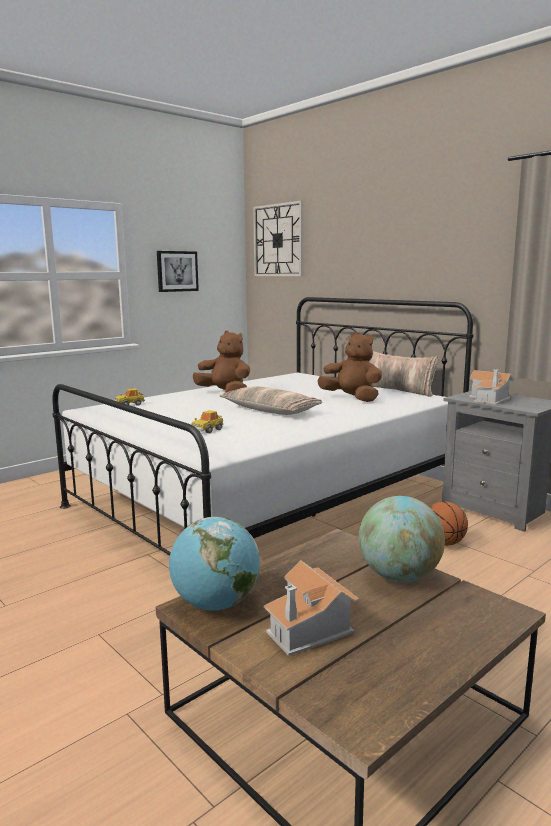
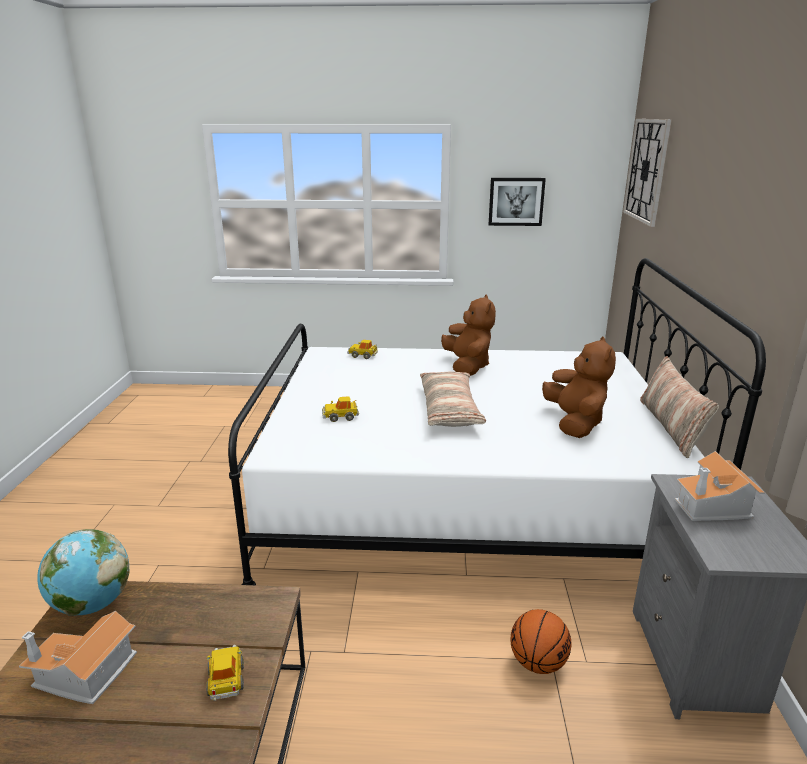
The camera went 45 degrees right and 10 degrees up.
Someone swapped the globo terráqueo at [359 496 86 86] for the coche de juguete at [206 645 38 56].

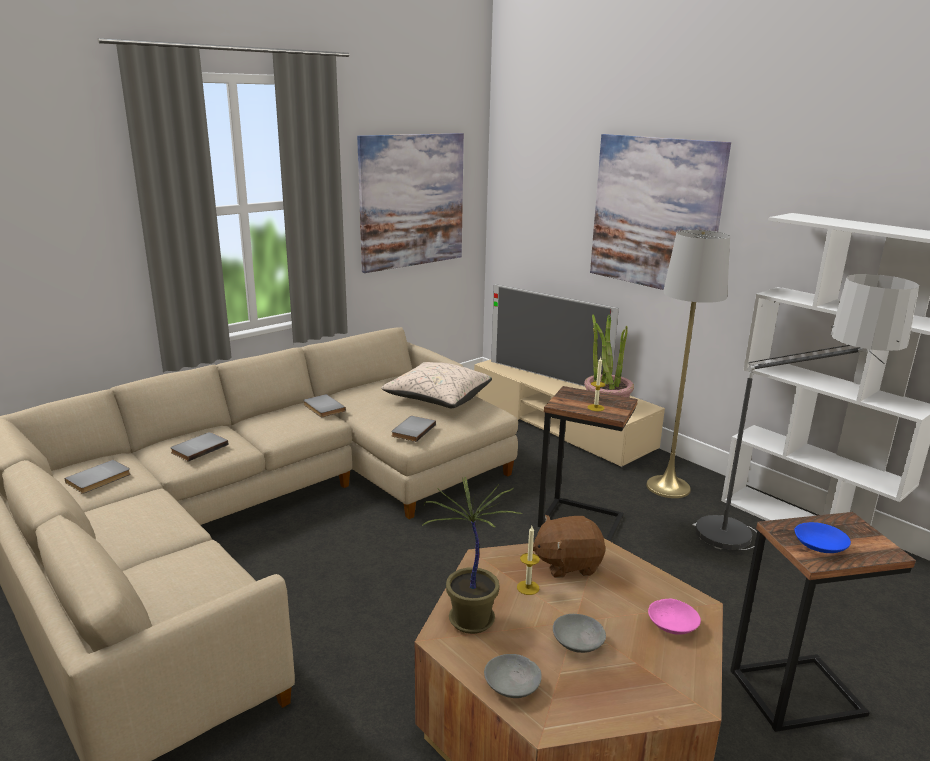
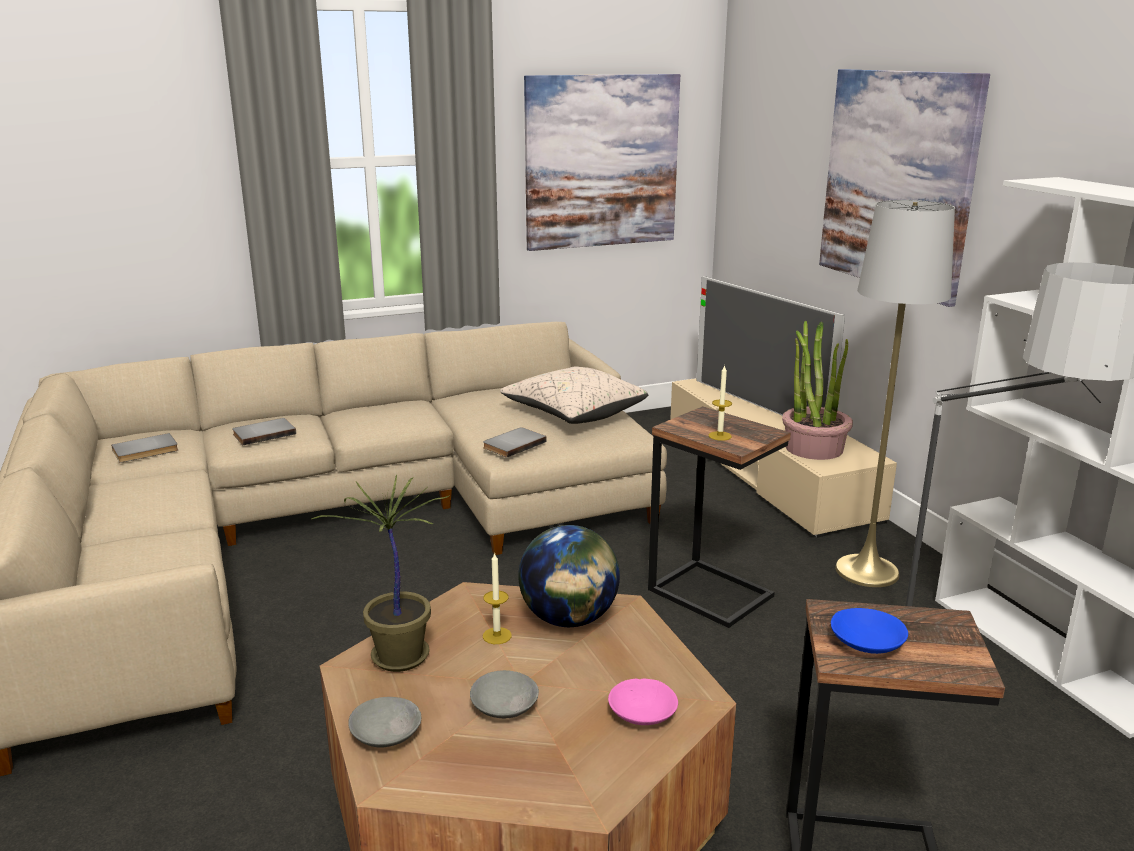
The camera went 20 degrees right and 0 degrees up.
Someone took away the libro/gris at [303 394 43 23].
Someone swapped the peluche/marrón at [533 515 72 63] for the globo terráqueo at [518 525 102 102].

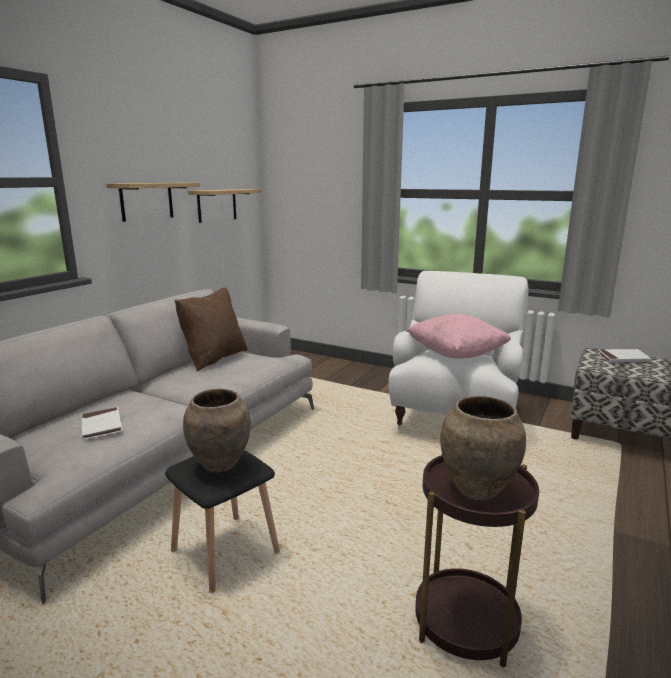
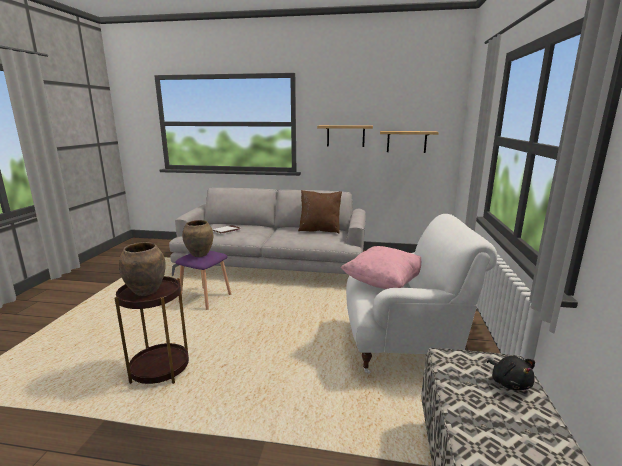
The camera went 70 degrees right and 0 degrees up.
Someone repainted the taburete/negro at [165 450 115 143], which became the taburete/morado at [176 251 55 59].
Someone swapped the libro/blanco at [598 349 53 13] for the peluche/negro at [487 356 48 34].

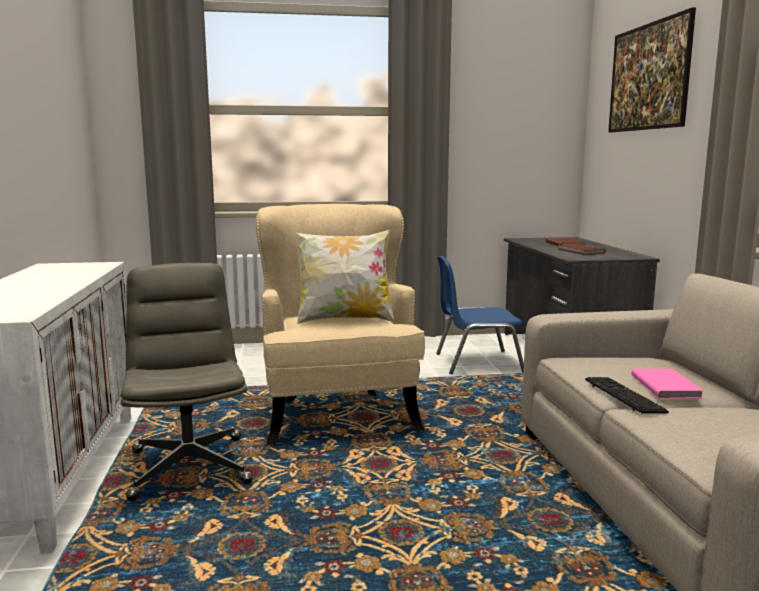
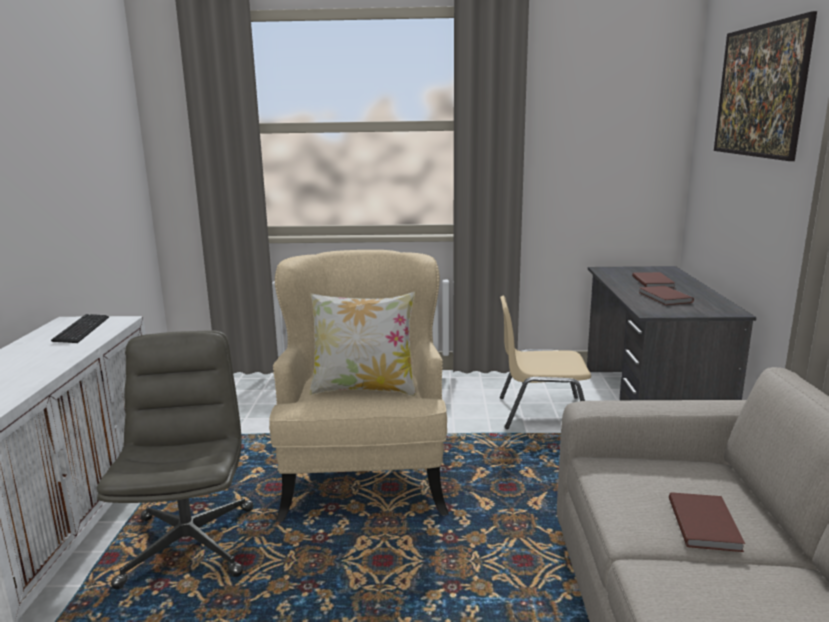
The camera went 10 degrees right and 5 degrees up.
Someone repainted the silla/azul at [436 256 88 118], which became the silla/beis at [500 296 91 133].
Someone carried the teclado from [585 377 84 36] to [51 314 58 29].
Someone repainted the libro/rosa at [631 369 73 30], which became the libro/marrón at [669 492 76 60].

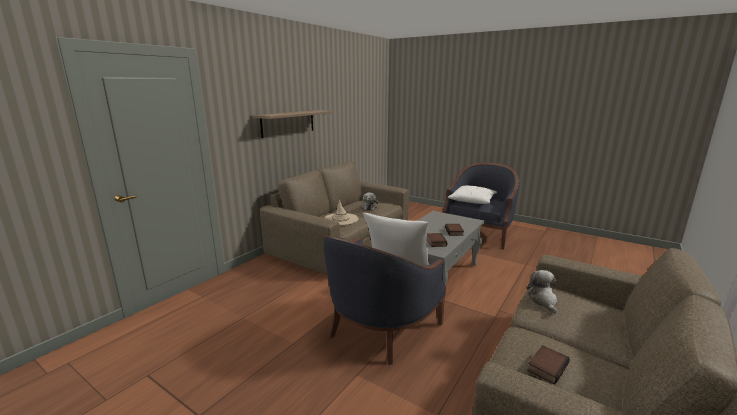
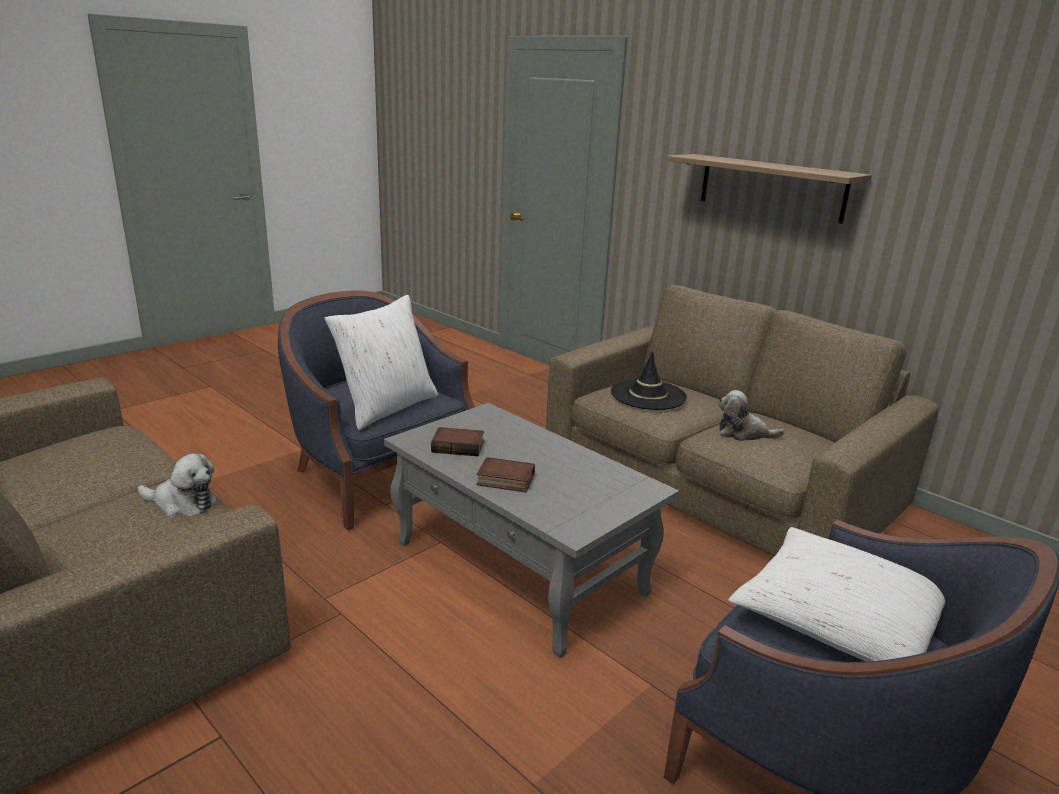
The camera went 100 degrees right and 5 degrees up.
Someone repainted the sombrero/beis at [324 199 35 26], which became the sombrero/negro at [611 351 76 59].
Someone took away the libro at [527 345 43 40].

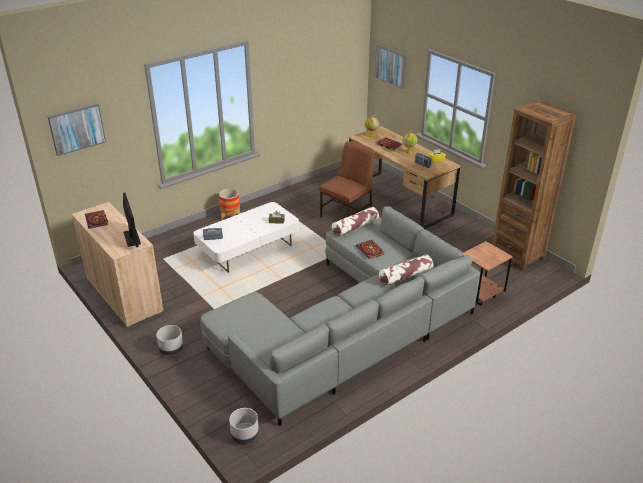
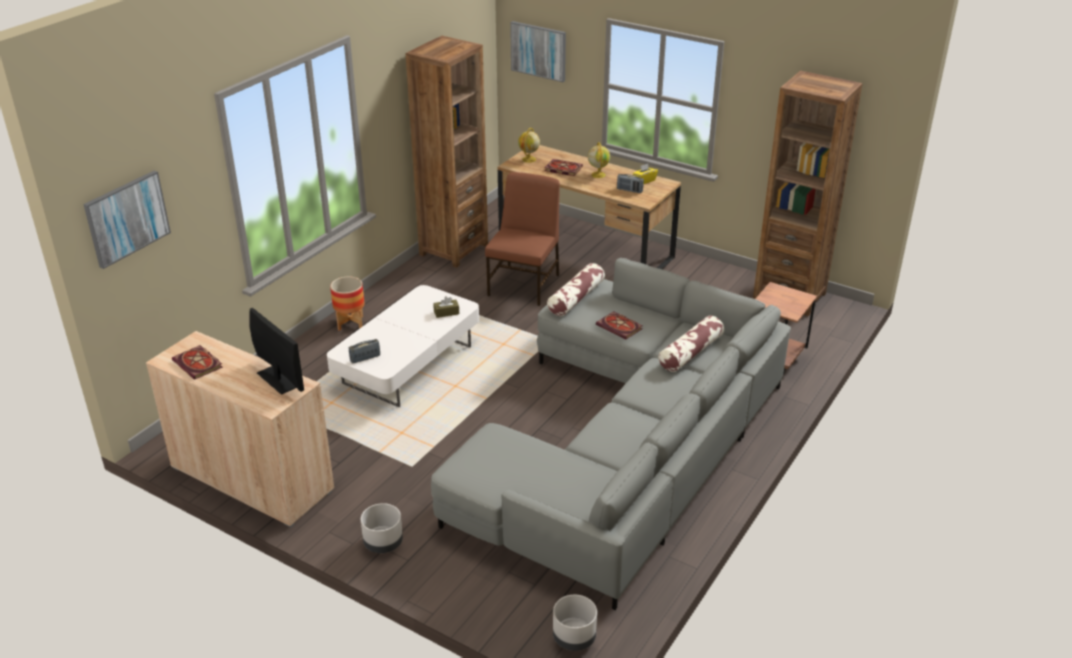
The camera went 20 degrees left and 0 degrees up.
Someone put down the estantería/marrón at [405 36 83 232].

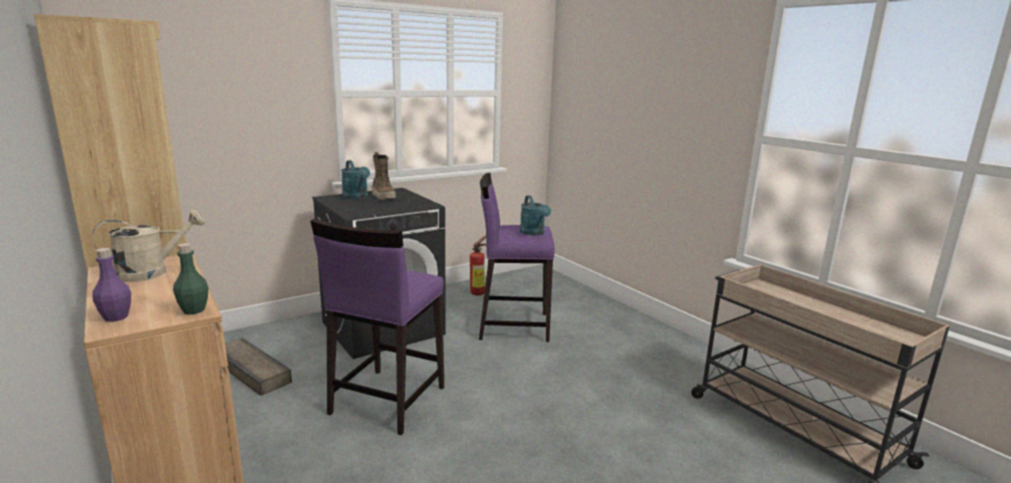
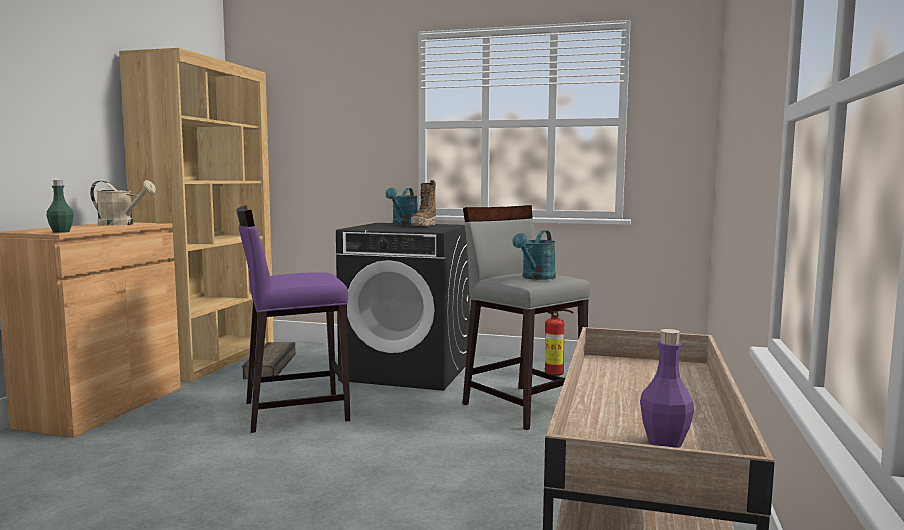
The camera went 50 degrees right and 10 degrees down.
Someone carried the botella/morado from [92 248 39 74] to [640 329 54 119].
Someone repainted the taburete/morado at [479 173 76 169], which became the taburete/gris at [462 205 128 225].

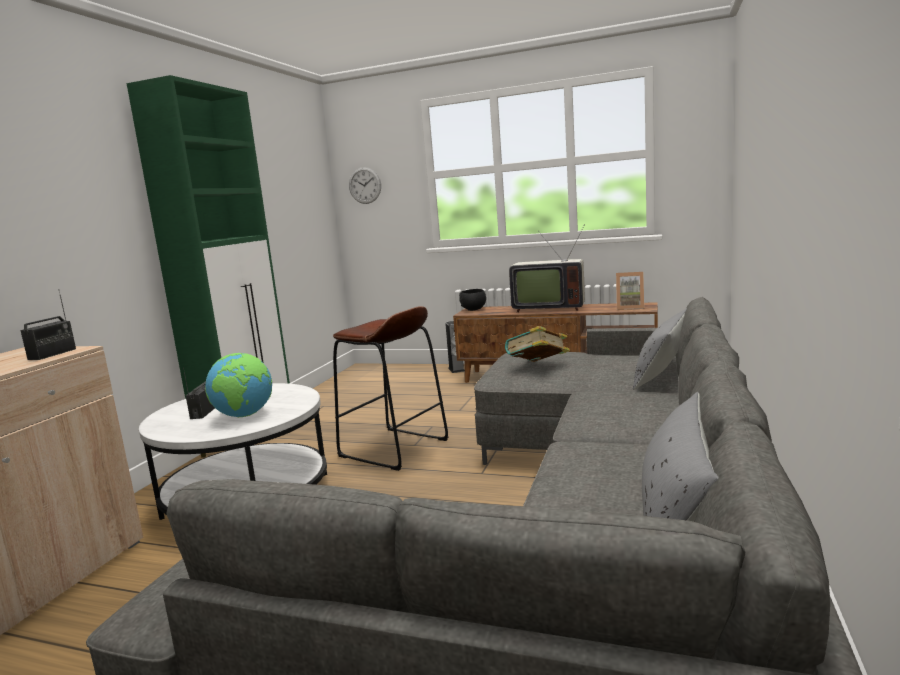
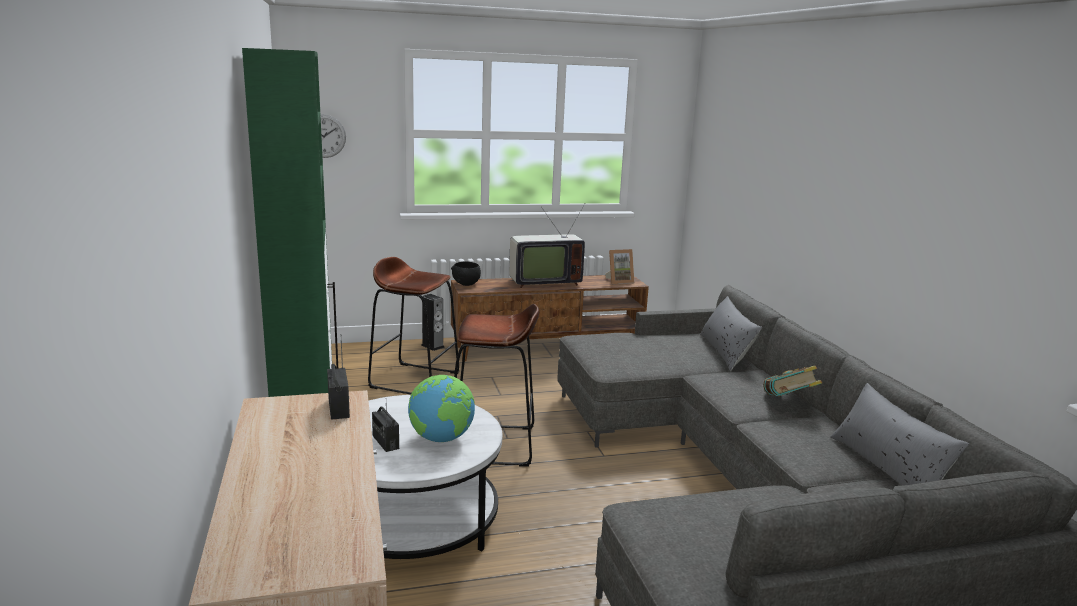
The camera went 35 degrees left and 5 degrees up.
Someone carried the libro from [505 326 65 36] to [763 366 59 30].
Someone put down the taburete/marrón at [368 257 91 138].

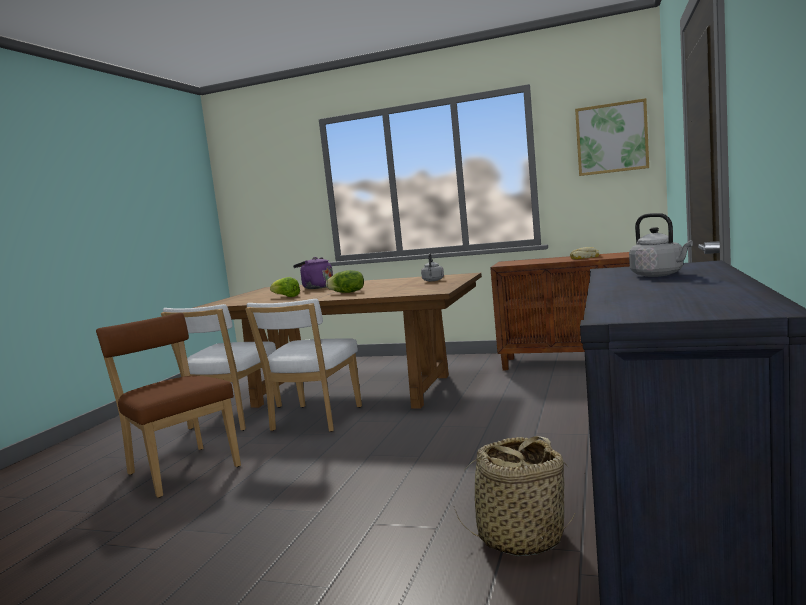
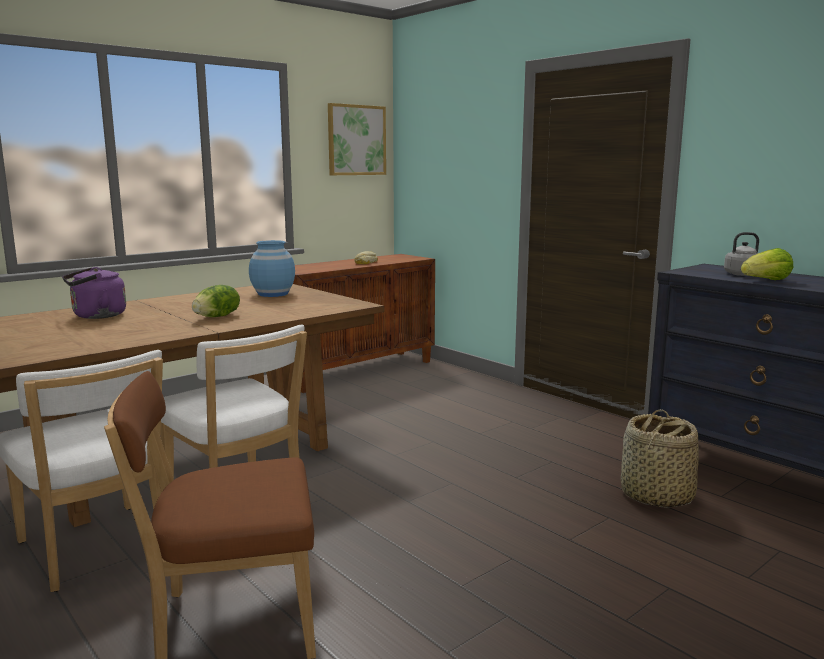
The camera went 60 degrees left and 5 degrees up.
Someone carried the lechuga from [270 277 30 20] to [741 248 52 32].
Someone swapped the hervidor/gris at [421 253 23 28] for the florero/azul at [249 240 46 57].

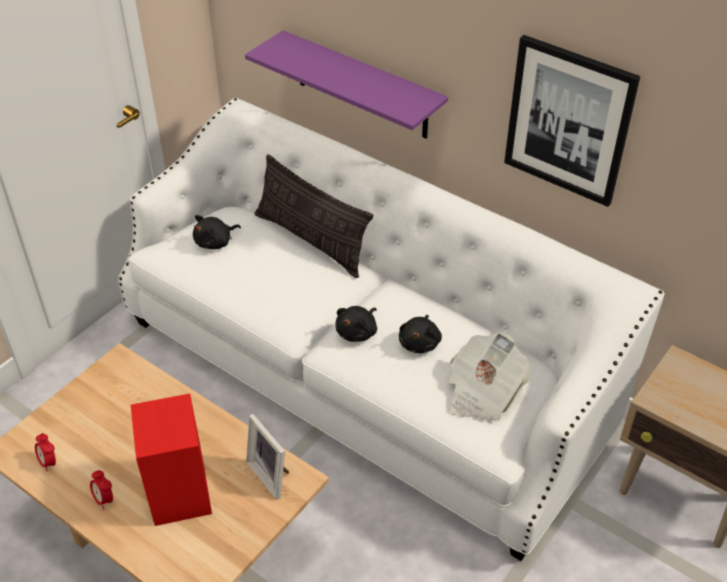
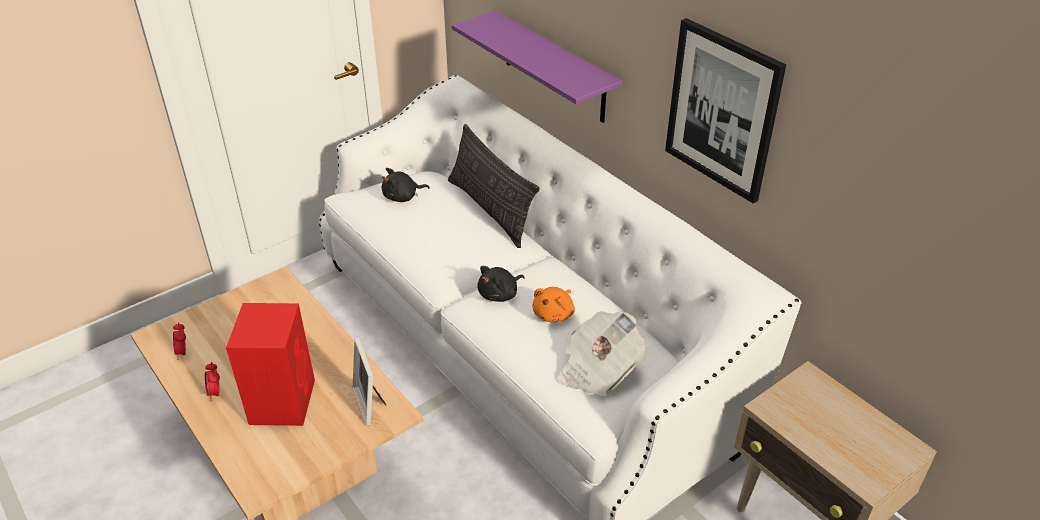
The camera went 15 degrees right and 5 degrees down.
Someone repainted the peluche/negro at [399 315 43 38], which became the peluche/naranja at [532 287 43 35].

